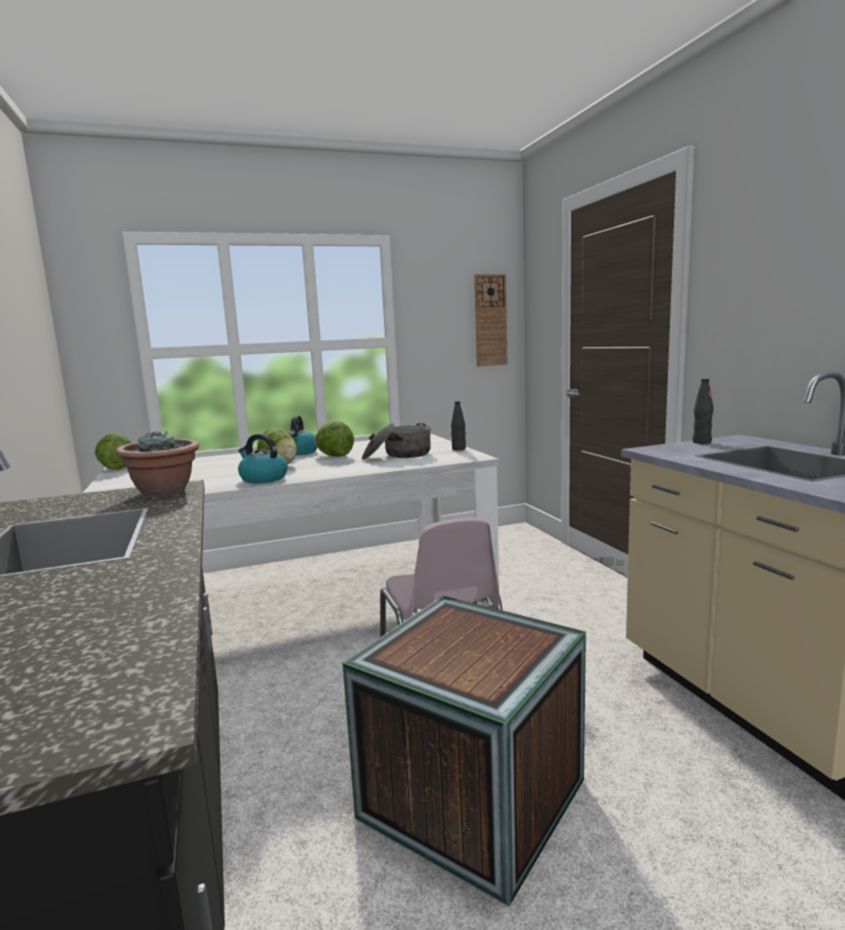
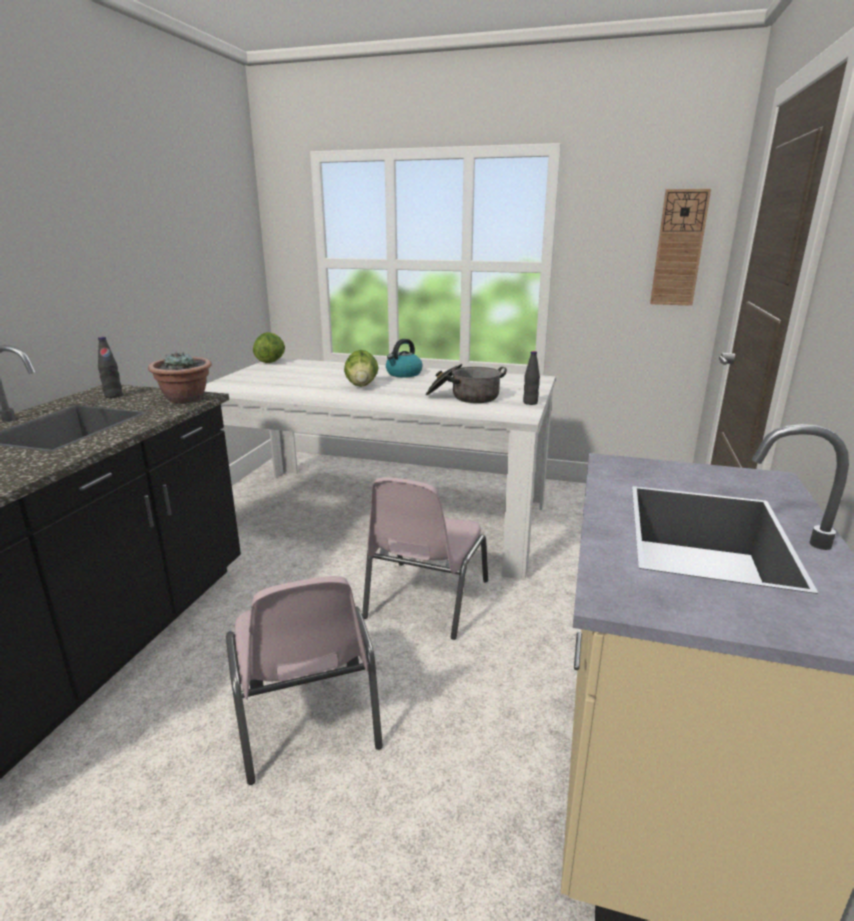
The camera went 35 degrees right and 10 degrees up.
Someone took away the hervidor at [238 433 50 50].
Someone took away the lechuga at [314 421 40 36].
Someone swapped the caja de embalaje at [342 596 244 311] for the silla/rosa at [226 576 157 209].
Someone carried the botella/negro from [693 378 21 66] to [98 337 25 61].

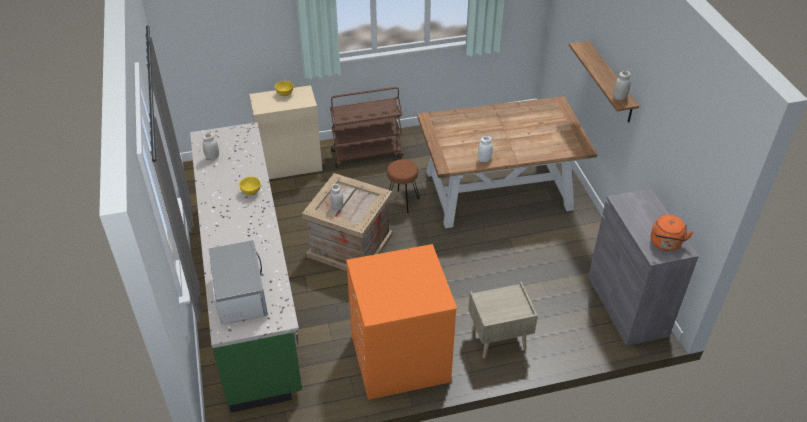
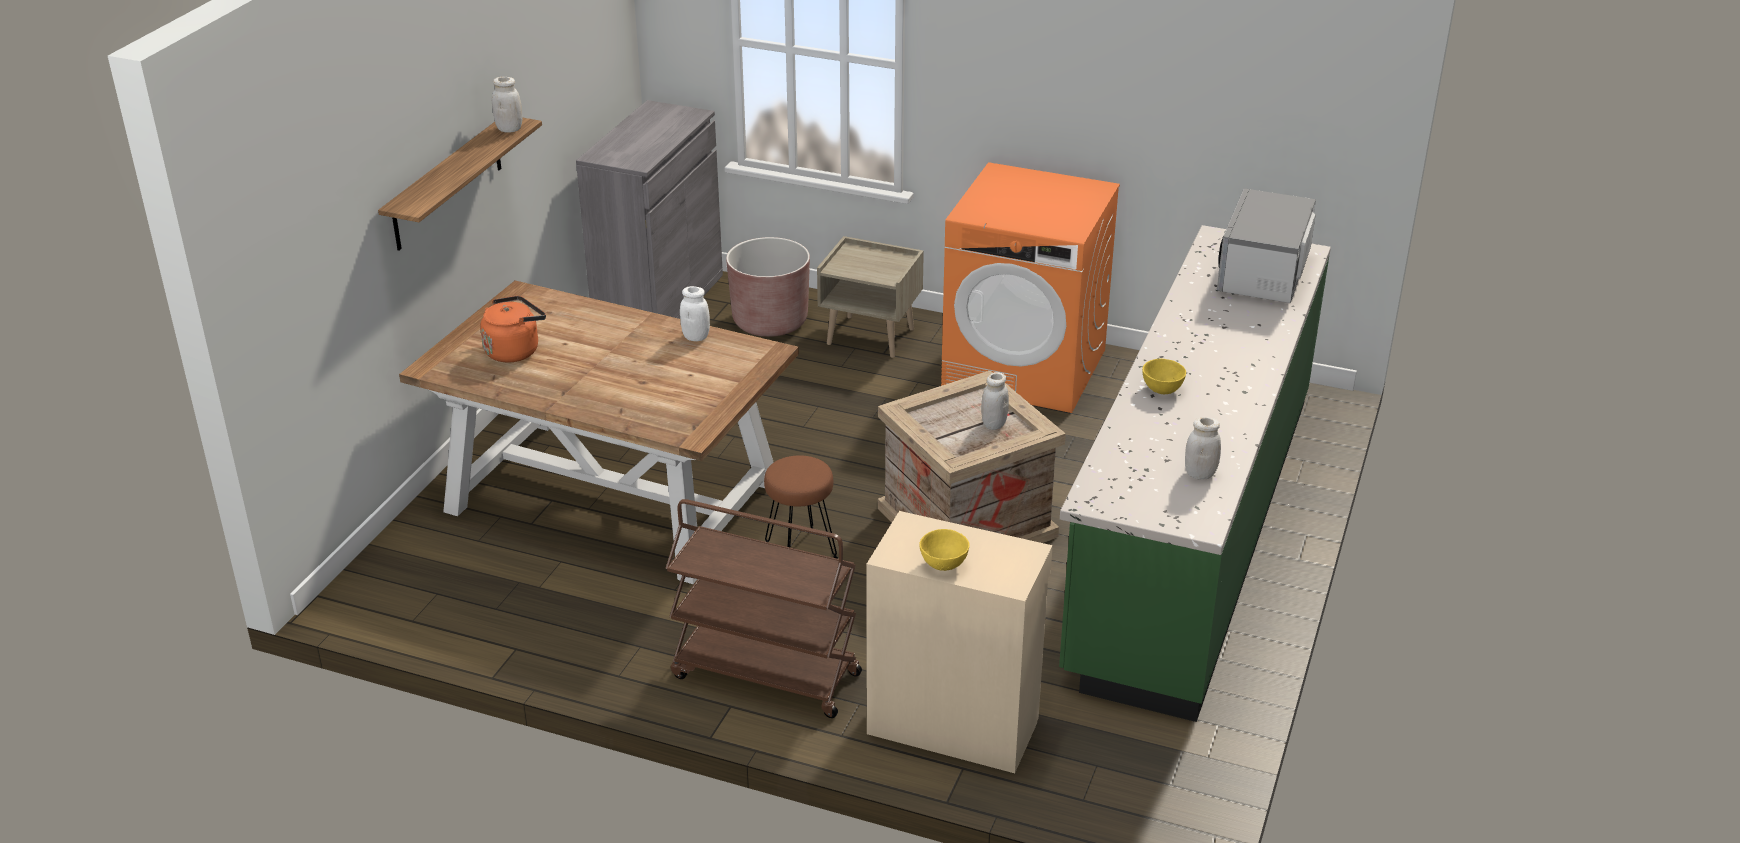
The camera went 145 degrees left and 10 degrees down.
Someone carried the hervidor/naranja from [651 215 43 36] to [480 296 66 67].
Someone put down the maceta/marrón at [726 237 84 100].

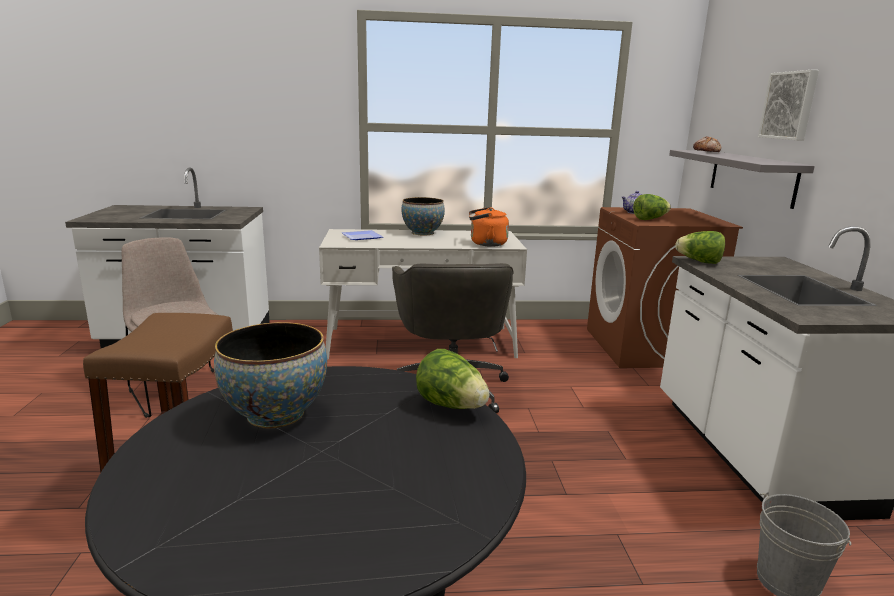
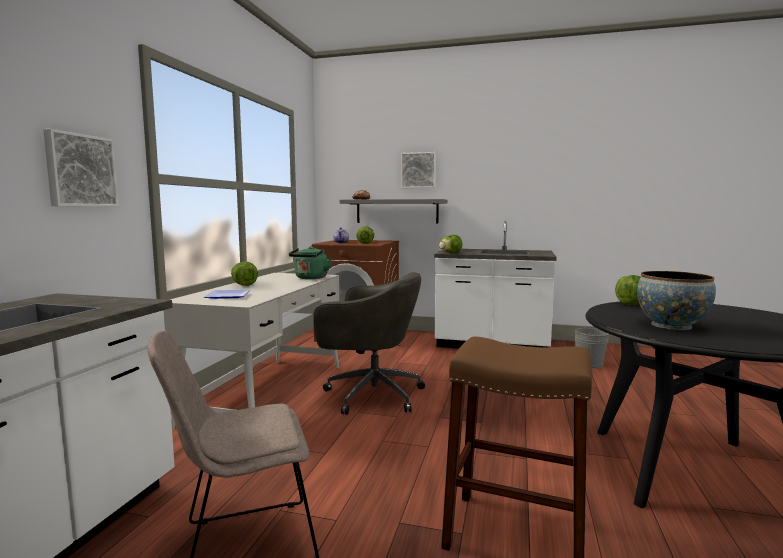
The camera went 70 degrees left and 10 degrees down.
Someone swapped the cuenco at [401 197 44 39] for the lechuga at [231 262 27 24].
Someone repainted the hervidor/naranja at [469 207 40 40], which became the hervidor/verde at [289 246 43 33].
Someone put up the cuadro at [43 129 76 78].

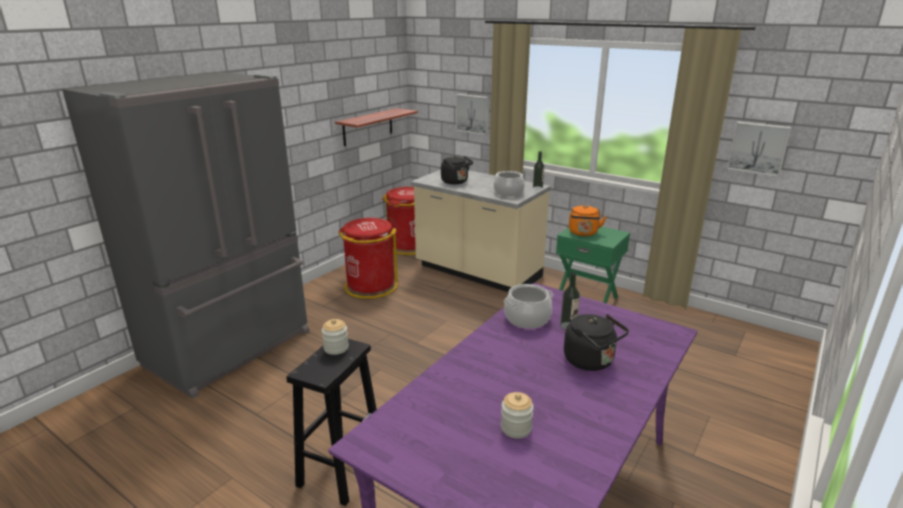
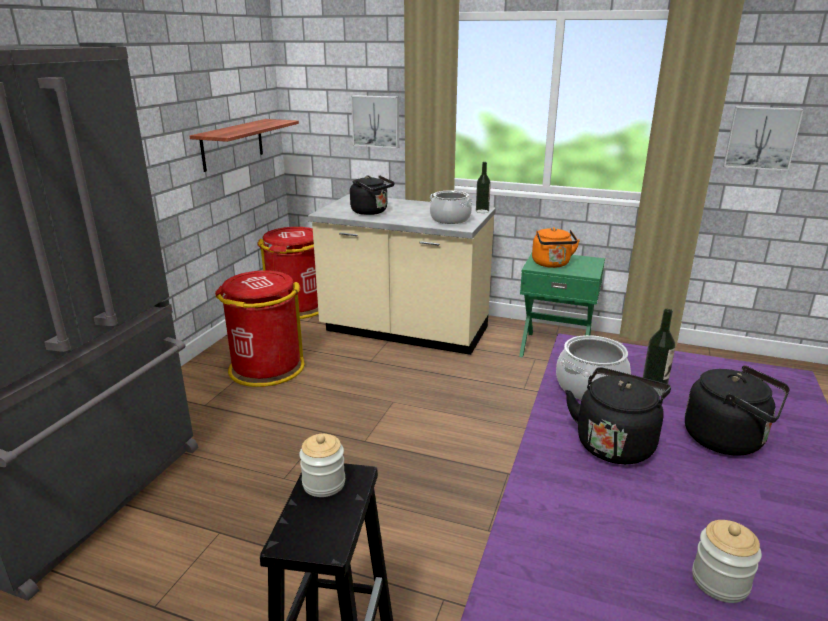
The camera went 15 degrees left and 0 degrees up.
Someone put down the hervidor/negro at [565 367 106 97].

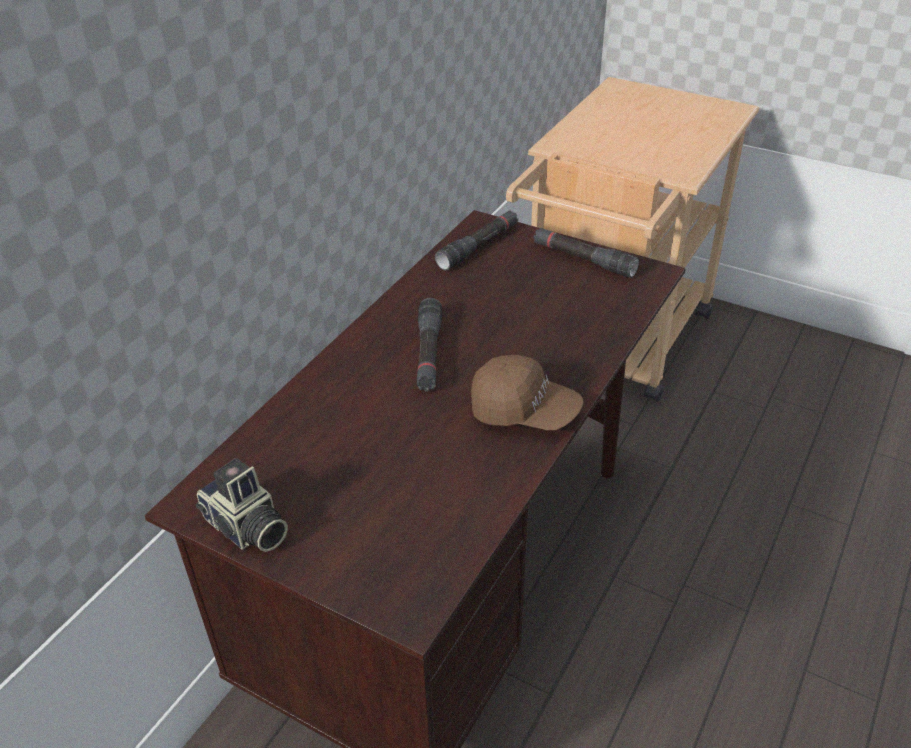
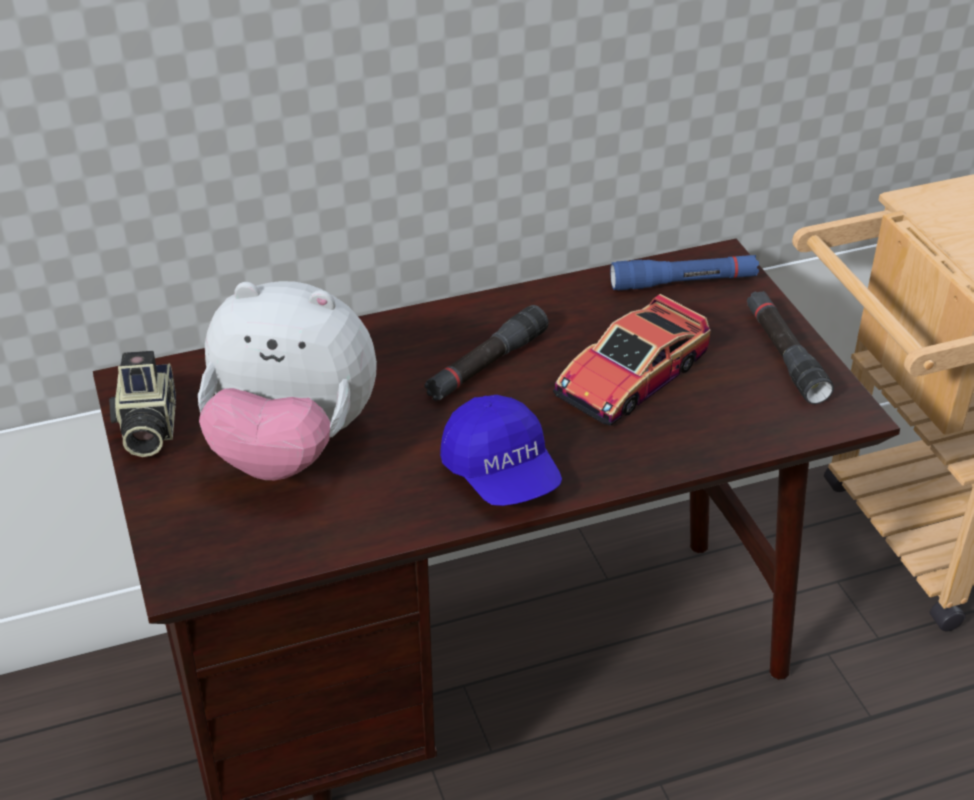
The camera went 40 degrees right and 0 degrees up.
Someone repainted the linterna/negro at [435 210 83 60], which became the linterna/azul at [610 255 149 35].
Someone repainted the gorra/marrón at [471 355 113 75], which became the gorra/azul at [440 395 122 111].
Someone put down the peluche at [198 281 179 199].
Someone put down the coche de juguete at [553 294 158 132].

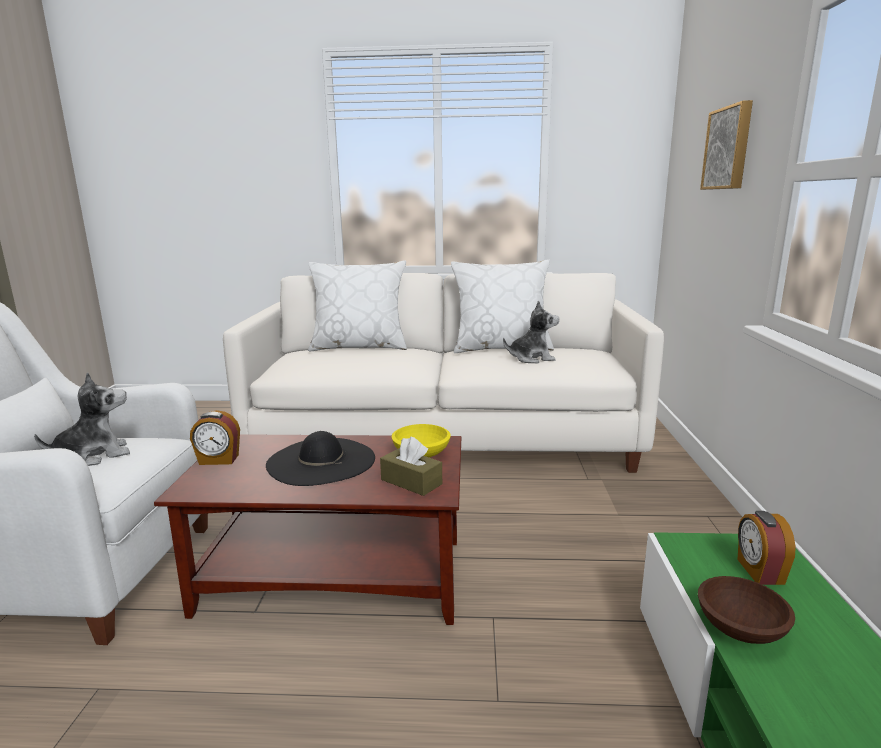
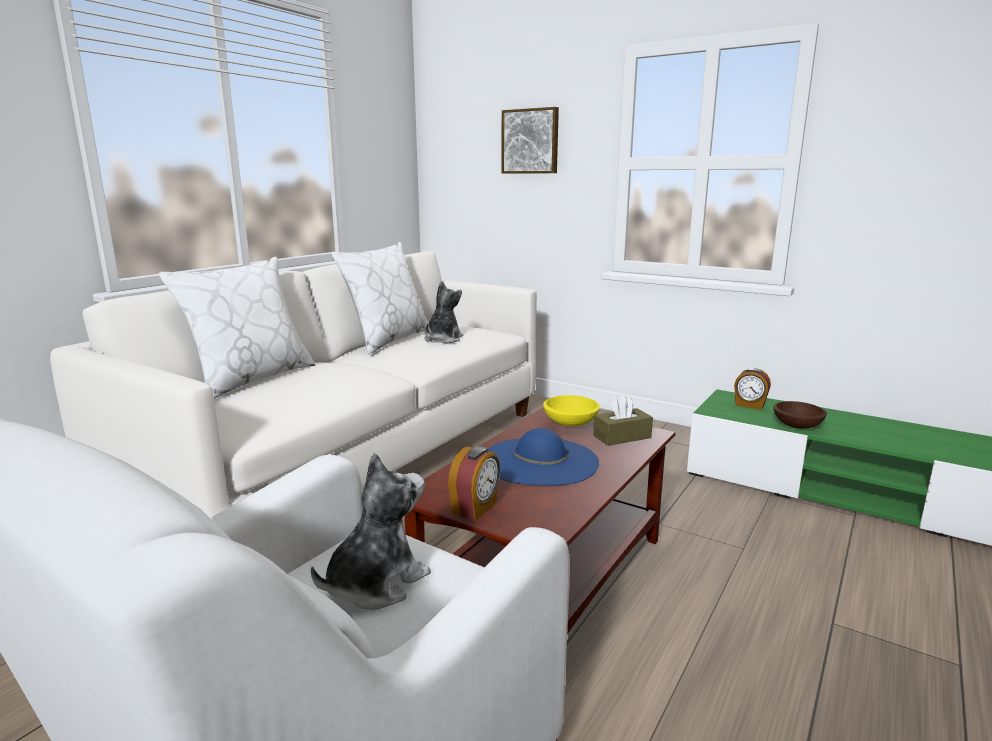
The camera went 60 degrees left and 0 degrees up.
Someone rotated the peluche at [34 372 96 94] by 45 degrees clockwise.
Someone repainted the sombrero/negro at [266 431 109 55], which became the sombrero/azul at [488 428 111 58].

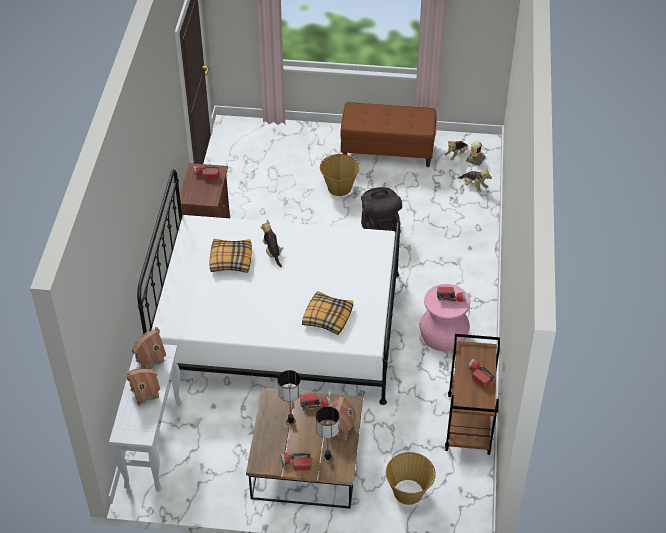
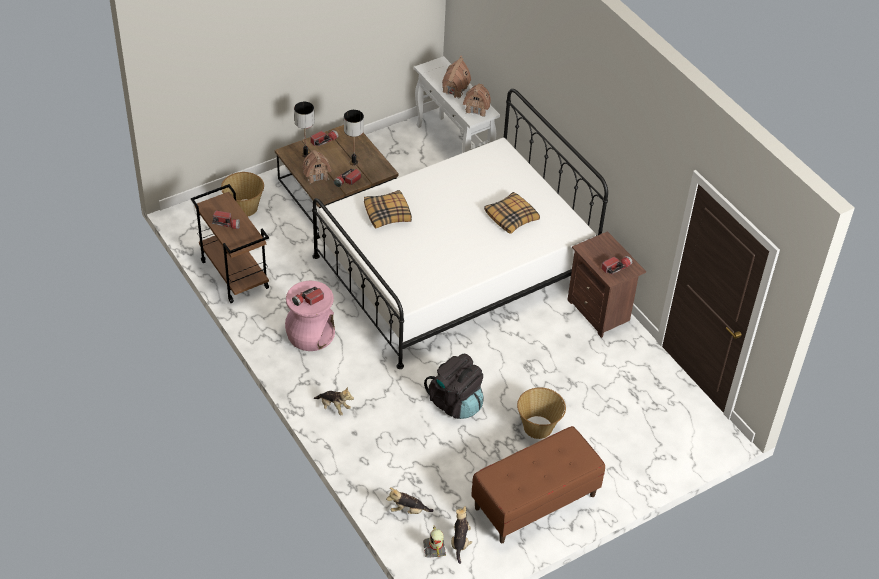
The camera went 140 degrees right and 0 degrees up.
Someone carried the peluche from [261 220 22 47] to [313 387 41 28].

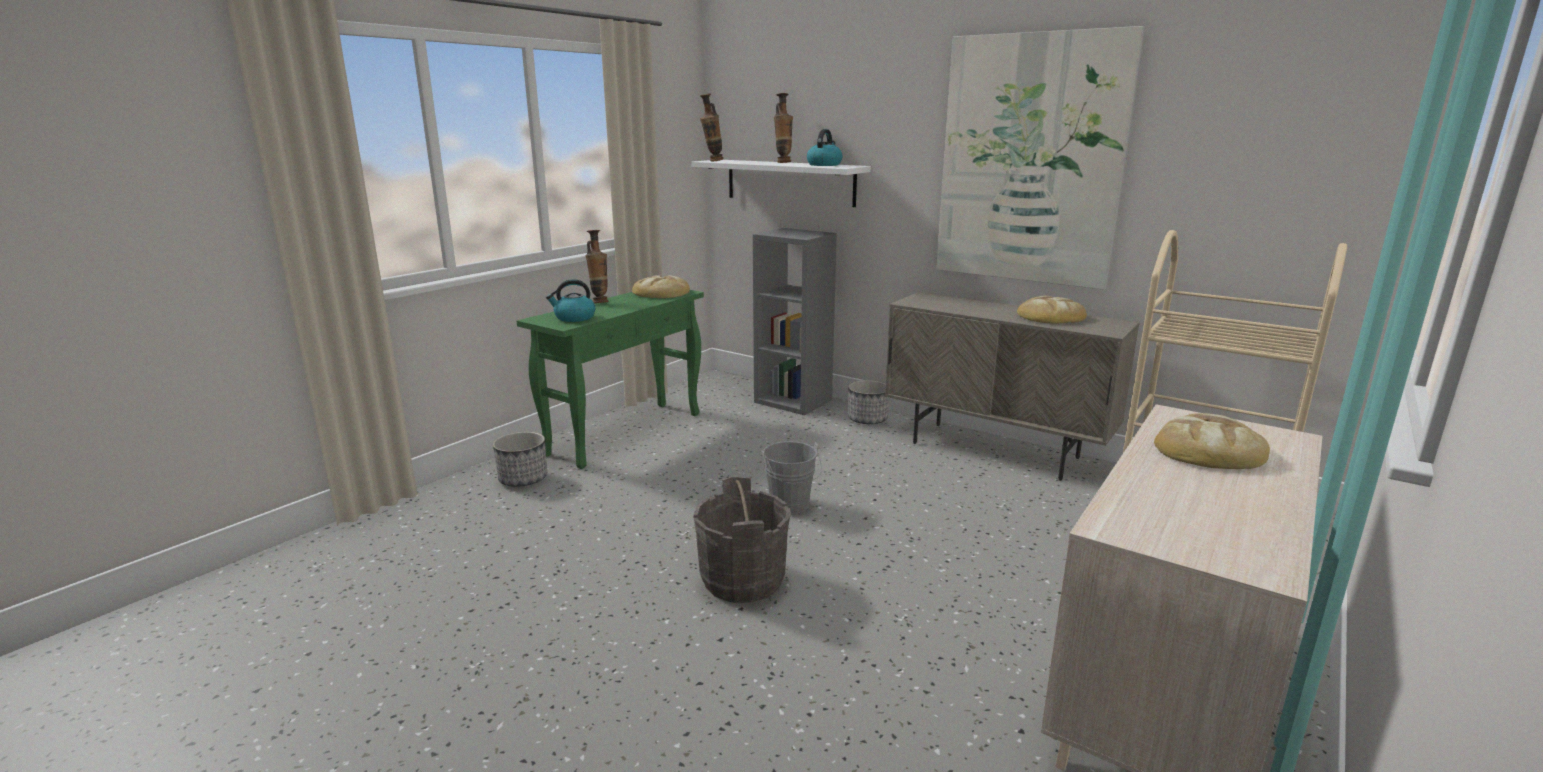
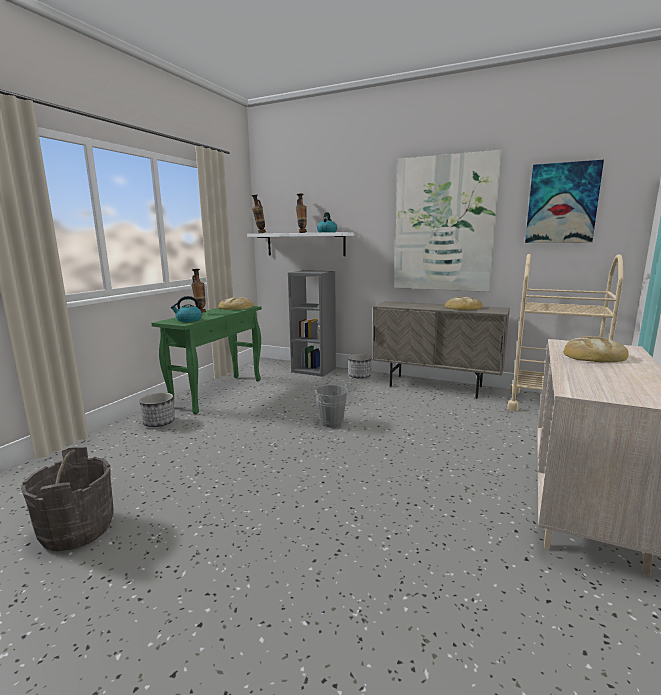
The camera went 10 degrees left and 5 degrees down.
Someone carried the cubo/gris from [694 477 97 126] to [21 447 93 104].
Someone put up the cuadro at [525 160 79 83].

